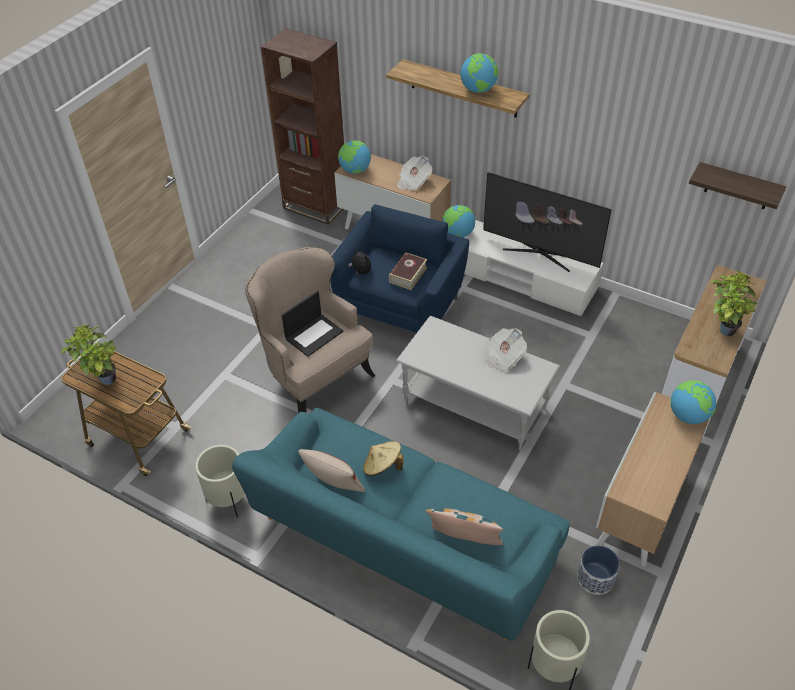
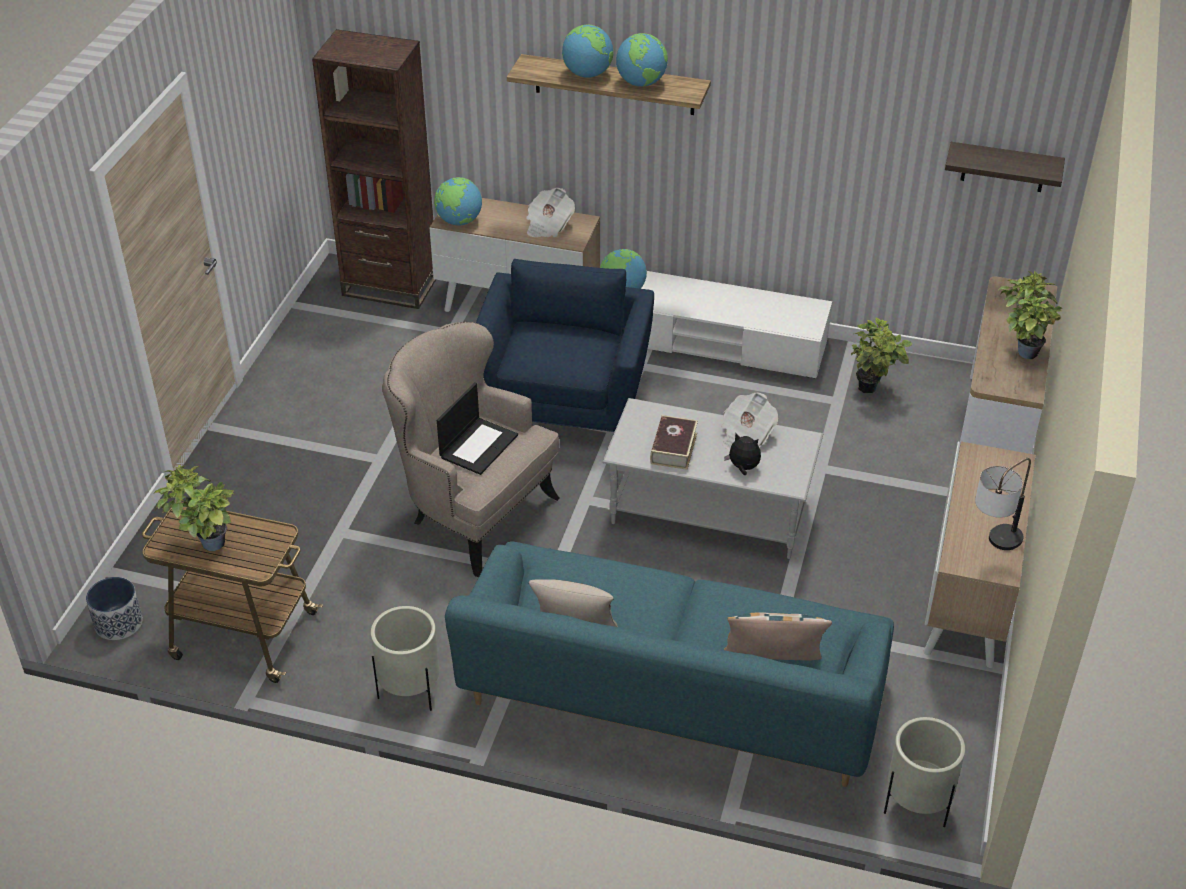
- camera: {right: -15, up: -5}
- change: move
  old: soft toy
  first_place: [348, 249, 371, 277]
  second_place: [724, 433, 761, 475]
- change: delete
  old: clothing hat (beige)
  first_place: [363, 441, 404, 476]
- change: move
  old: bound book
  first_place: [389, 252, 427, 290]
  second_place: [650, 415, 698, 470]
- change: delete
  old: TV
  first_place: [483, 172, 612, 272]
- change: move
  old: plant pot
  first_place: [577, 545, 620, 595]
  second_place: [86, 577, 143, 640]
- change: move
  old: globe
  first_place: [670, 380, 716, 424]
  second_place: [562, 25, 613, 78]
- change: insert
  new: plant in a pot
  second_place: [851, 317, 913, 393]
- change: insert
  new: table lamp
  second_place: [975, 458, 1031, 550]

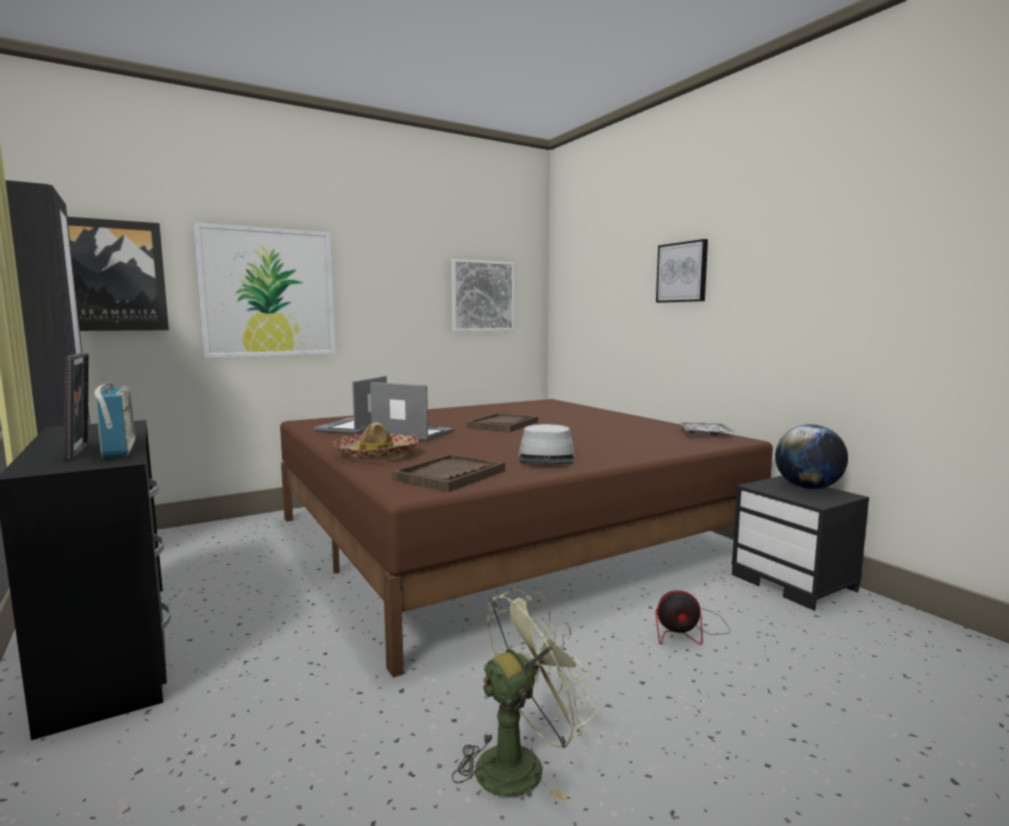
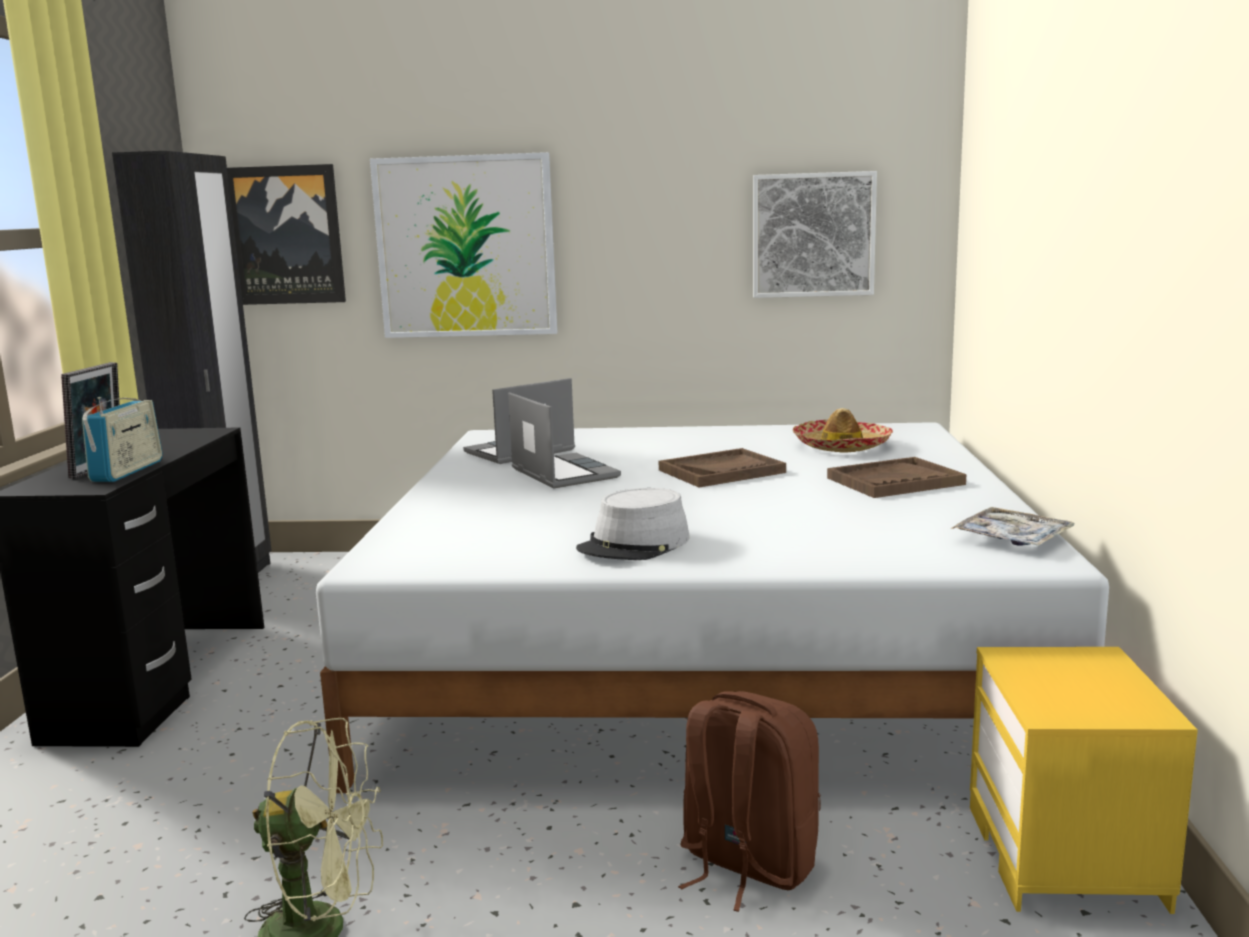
- camera: {right: 35, up: 5}
- change: recolor
  old: bed (brown-coloured)
  new: bed (white)
  first_place: [280, 399, 773, 678]
  second_place: [316, 422, 1109, 793]
- change: move
  old: clothing hat
  first_place: [333, 422, 419, 460]
  second_place: [793, 408, 893, 452]
- change: move
  old: carrying tray (brown-coloured)
  first_place: [392, 454, 505, 492]
  second_place: [827, 457, 966, 498]
- change: replace
  old: fan
  new: rucksack (brown-coloured)
  first_place: [655, 590, 730, 645]
  second_place: [678, 691, 821, 912]
- change: delete
  old: wall art
  first_place: [656, 239, 708, 303]
- change: recolor
  old: nightstand (blackish)
  new: nightstand (yellow)
  first_place: [731, 476, 869, 611]
  second_place: [970, 647, 1198, 914]
- change: delete
  old: globe
  first_place: [775, 424, 848, 490]

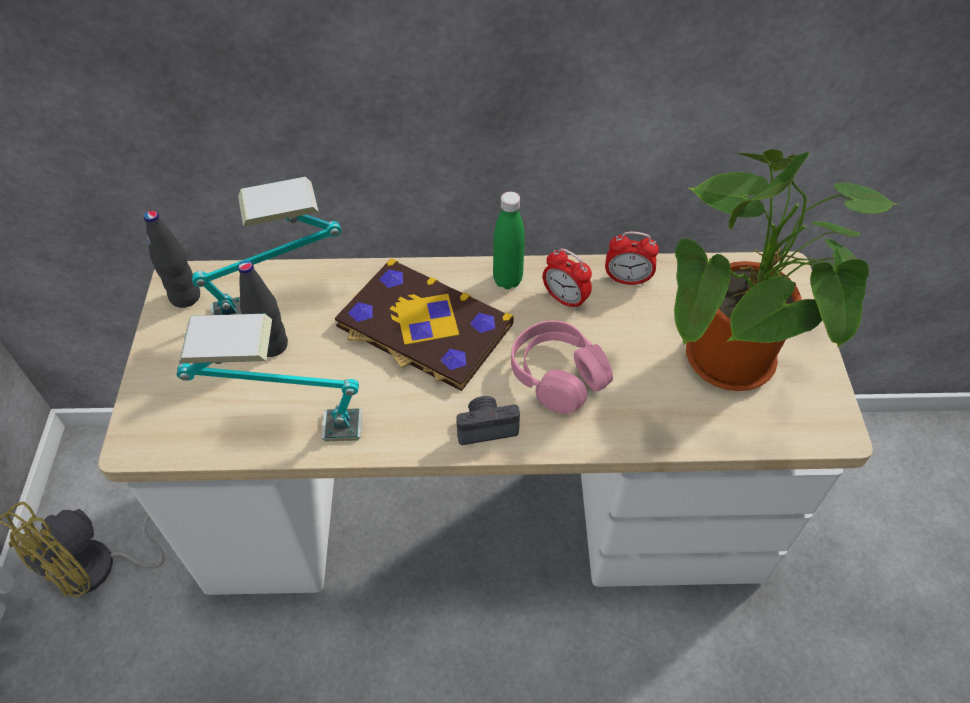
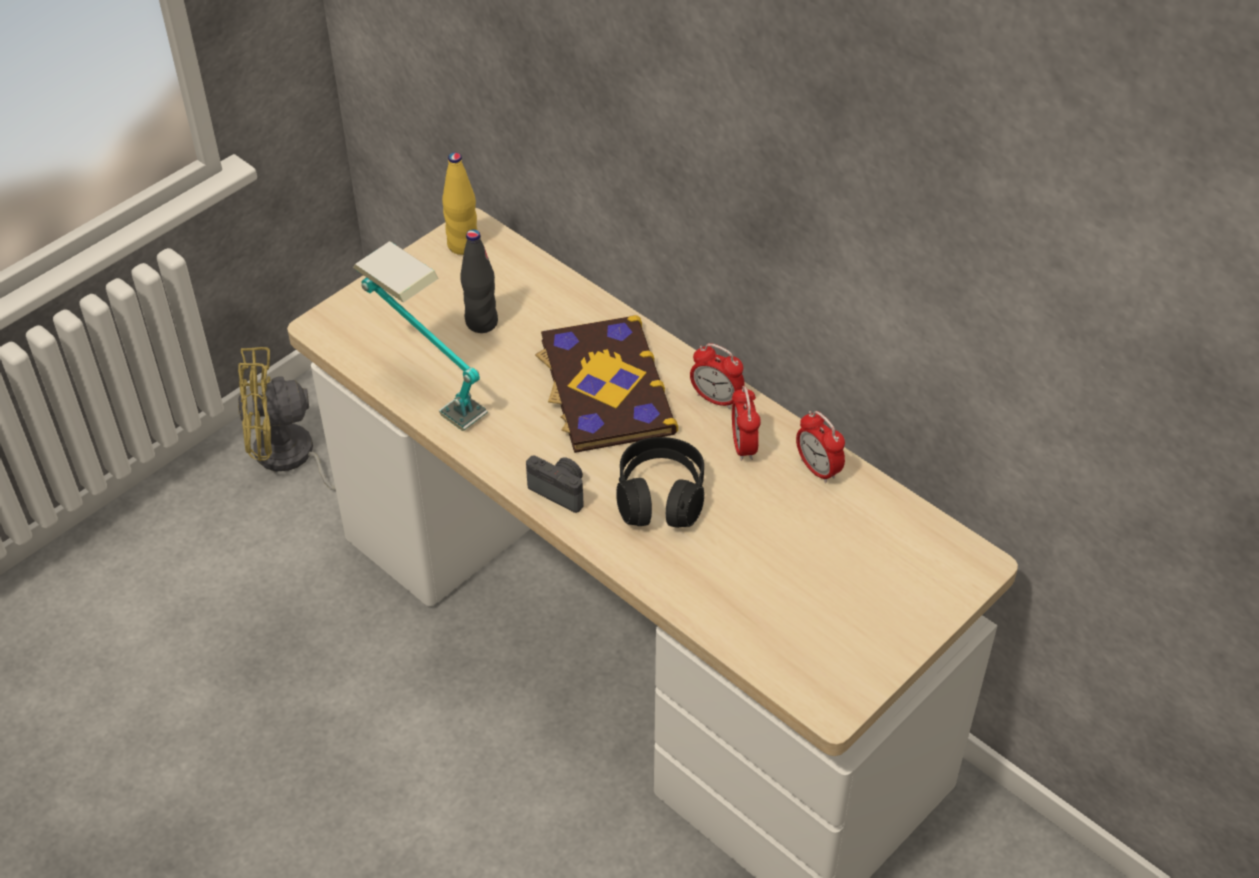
- camera: {right: 45, up: -5}
- change: recolor
  old: drink bottle (blackish)
  new: drink bottle (yellow)
  first_place: [144, 210, 200, 308]
  second_place: [442, 152, 477, 255]
- change: delete
  old: table lamp
  first_place: [192, 177, 341, 315]
- change: replace
  old: drink bottle (green-coloured)
  new: bedside clock
  first_place: [493, 192, 525, 289]
  second_place: [690, 343, 745, 409]
- change: recolor
  old: pair of headphones (pink)
  new: pair of headphones (blackish)
  first_place: [511, 320, 613, 414]
  second_place: [616, 437, 704, 528]
- change: delete
  old: plant in a pot
  first_place: [674, 149, 899, 391]

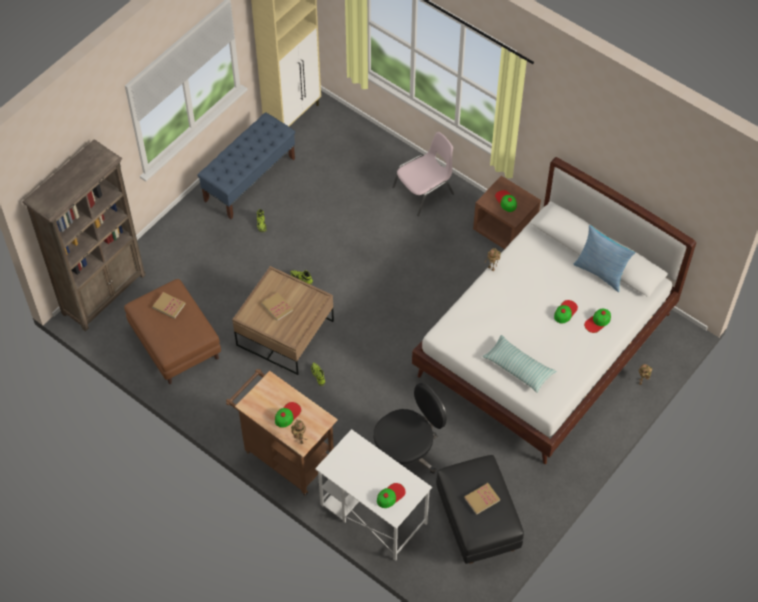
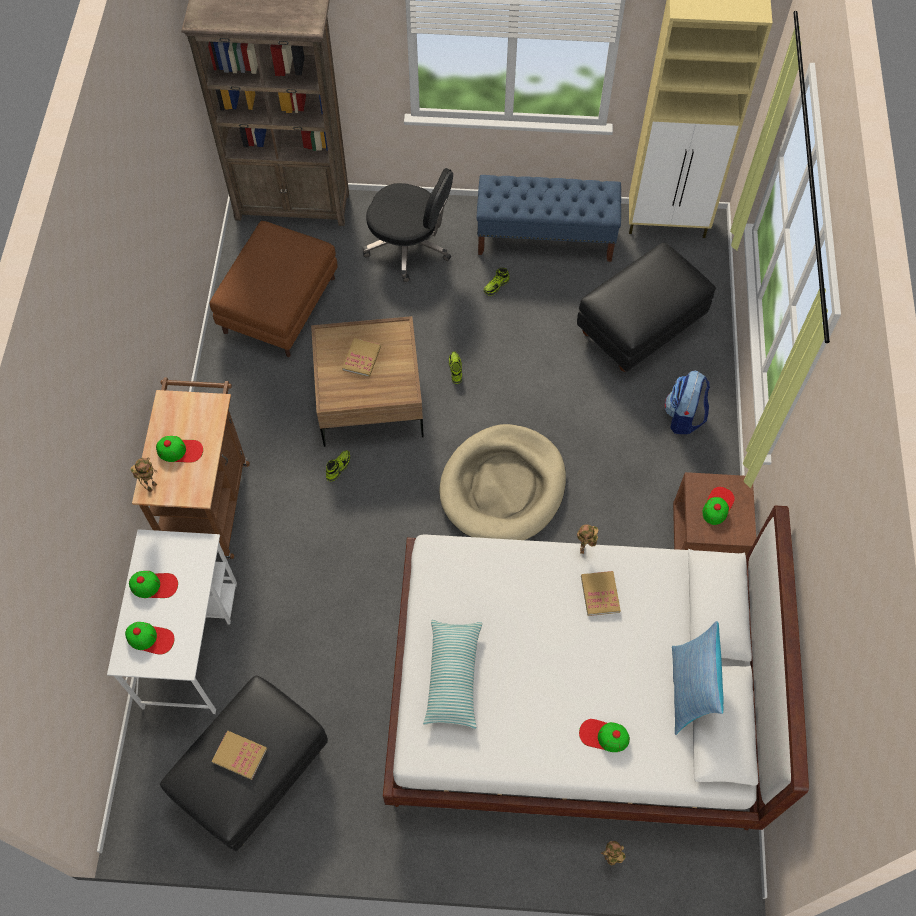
- camera: {right: 55, up: 5}
- change: move
  old: bound book
  first_place: [152, 292, 186, 319]
  second_place: [581, 571, 621, 616]
- change: move
  old: desk chair (blackish)
  first_place: [374, 383, 447, 474]
  second_place: [362, 168, 453, 282]
- change: replace
  old: plain chair (pink)
  new: rucksack
  first_place: [392, 132, 454, 216]
  second_place: [665, 370, 710, 434]
- change: move
  old: baseball cap
  first_place: [554, 300, 578, 323]
  second_place: [129, 571, 178, 598]
- change: insert
  new: pet bed (beige)
  second_place: [439, 424, 566, 540]
- change: insert
  new: footrest (blackish)
  second_place: [577, 243, 716, 372]

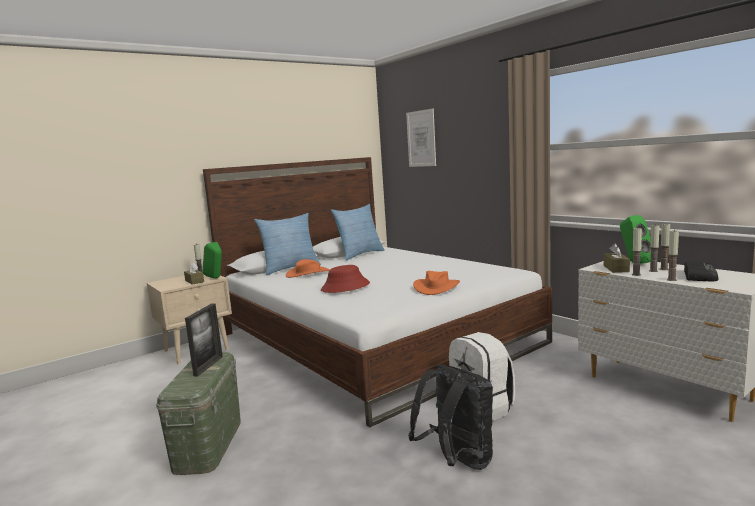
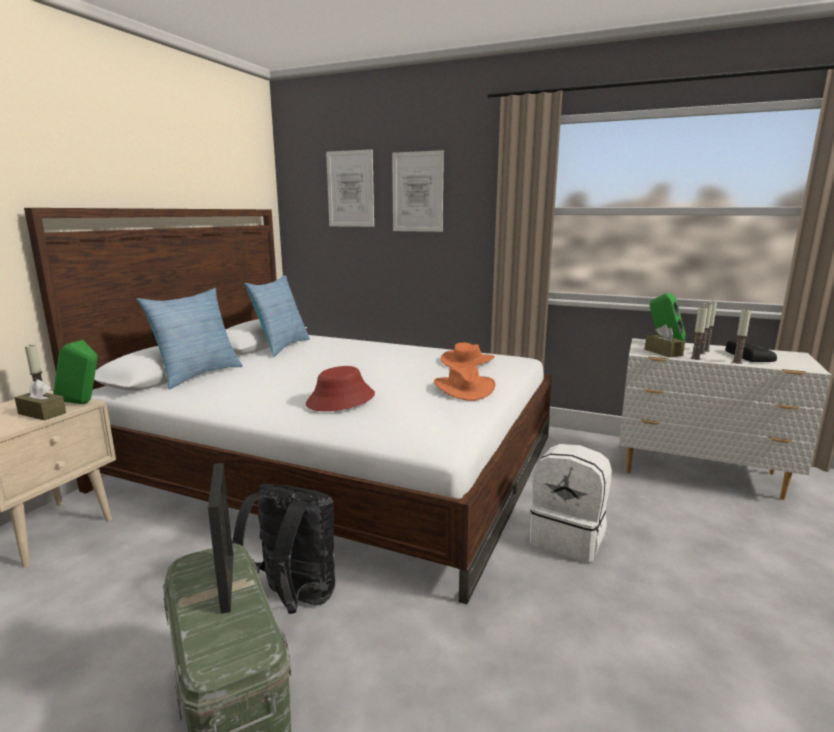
- camera: {right: -30, up: 5}
- change: move
  old: clothing hat (orange-coloured)
  first_place: [286, 259, 330, 278]
  second_place: [441, 343, 495, 368]
- change: move
  old: rucksack (blackish)
  first_place: [408, 364, 493, 470]
  second_place: [232, 484, 335, 614]
- change: insert
  new: wall art
  second_place: [392, 150, 444, 232]

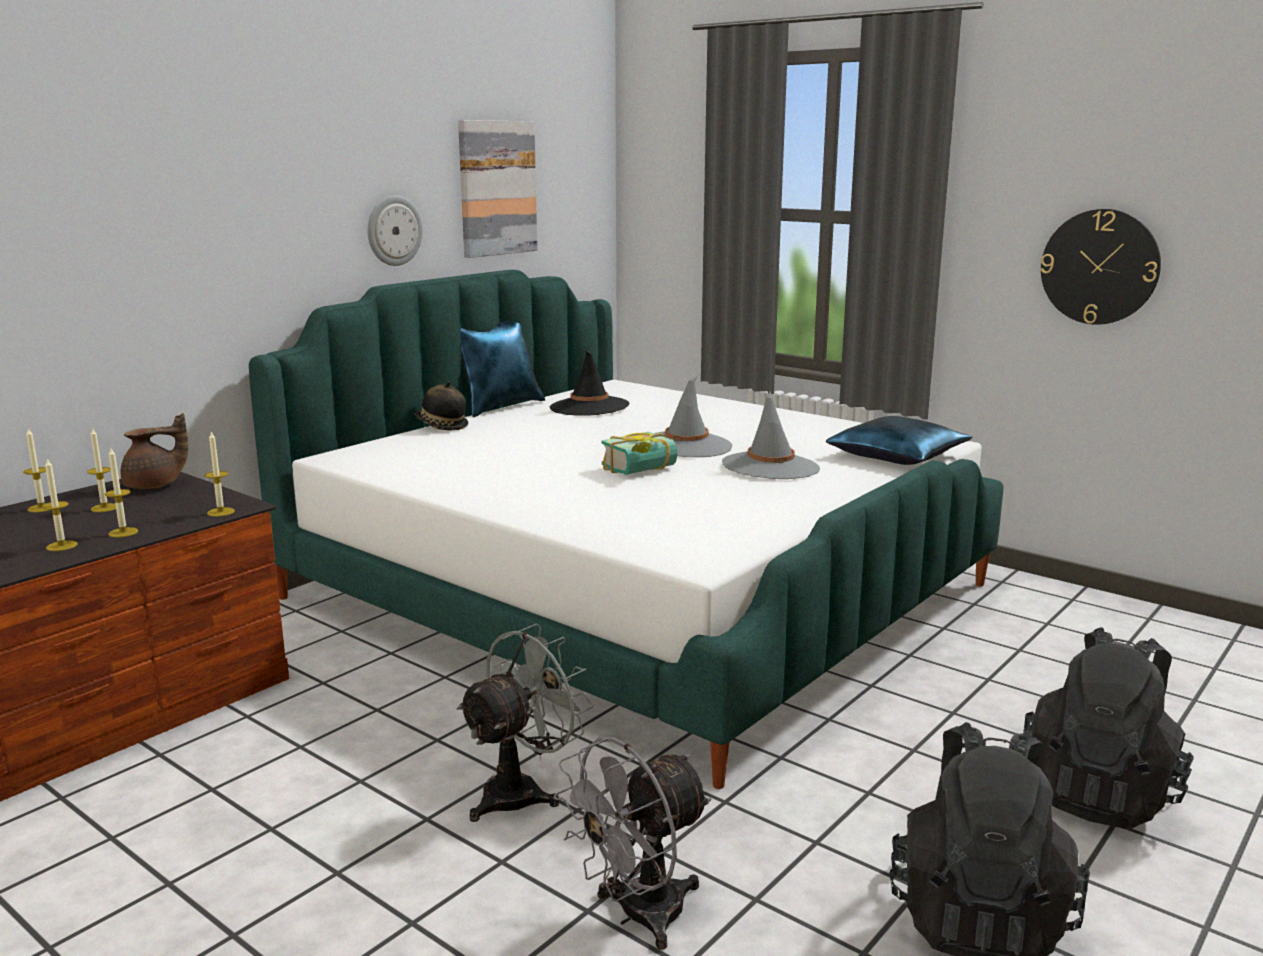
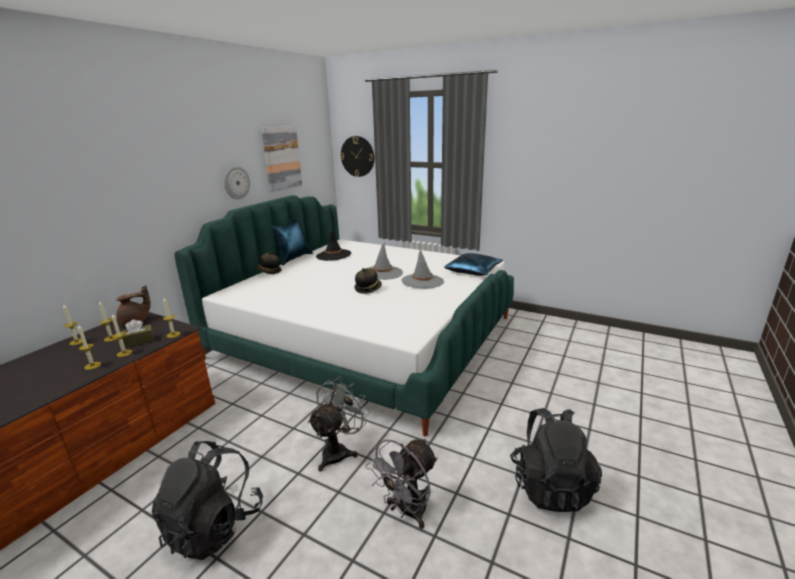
- camera: {right: -10, up: 5}
- change: replace
  old: bound book
  new: clothing hat
  first_place: [601, 432, 677, 475]
  second_place: [354, 268, 382, 294]
- change: move
  old: rucksack (blackish)
  first_place: [1023, 627, 1194, 829]
  second_place: [152, 441, 263, 560]
- change: move
  old: hanging clock
  first_place: [1040, 209, 1161, 325]
  second_place: [340, 136, 374, 177]
- change: insert
  new: box of tissues (brown-coloured)
  second_place: [120, 319, 154, 348]

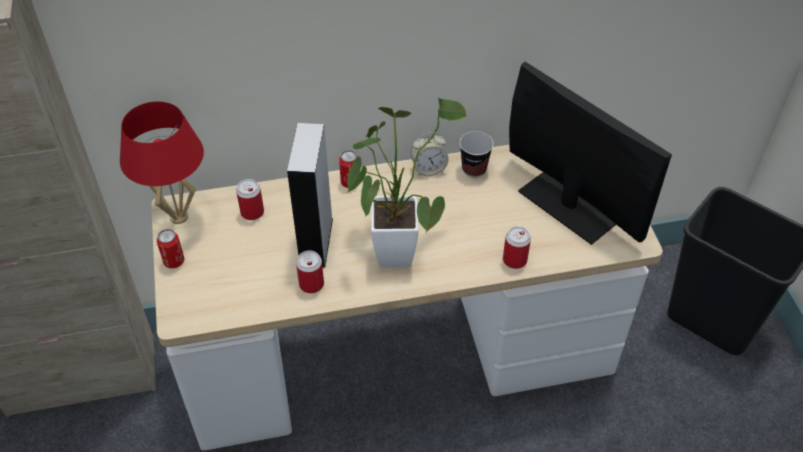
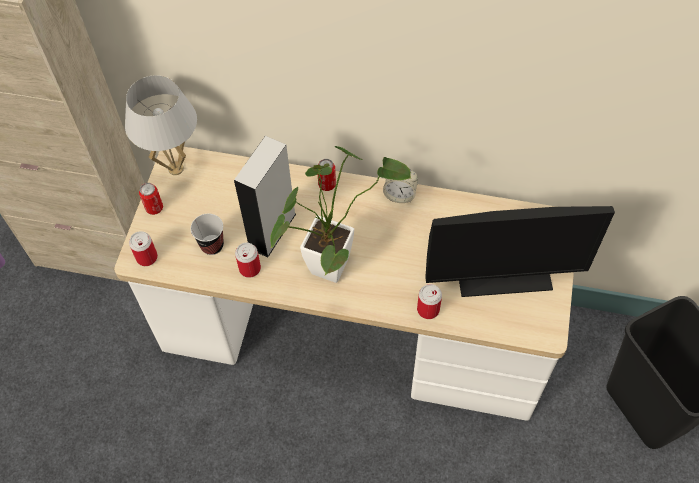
- camera: {right: 25, up: 10}
- change: recolor
  old: table lamp (red-coloured)
  new: table lamp (white)
  first_place: [120, 101, 204, 224]
  second_place: [125, 75, 197, 175]
- change: move
  old: can
  first_place: [236, 179, 264, 220]
  second_place: [129, 231, 158, 266]
- change: move
  old: small cup
  first_place: [460, 131, 494, 178]
  second_place: [190, 214, 224, 255]
- change: rotate
  old: monitor
  first_place: [509, 62, 672, 245]
  second_place: [425, 206, 615, 297]
  degrees: 105

